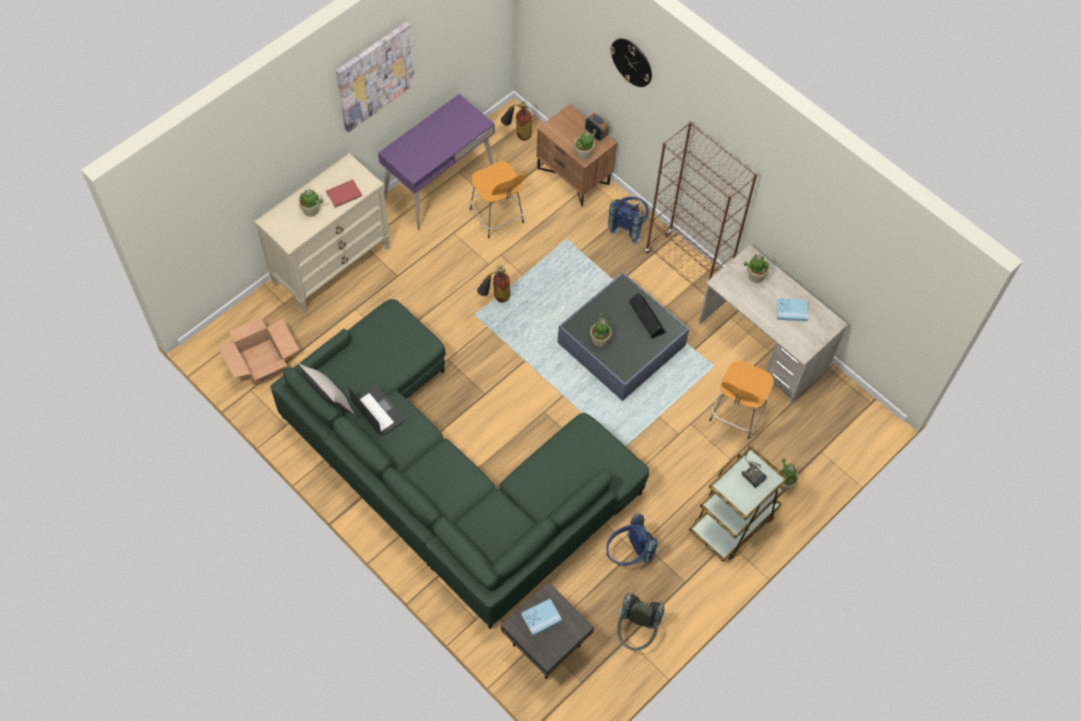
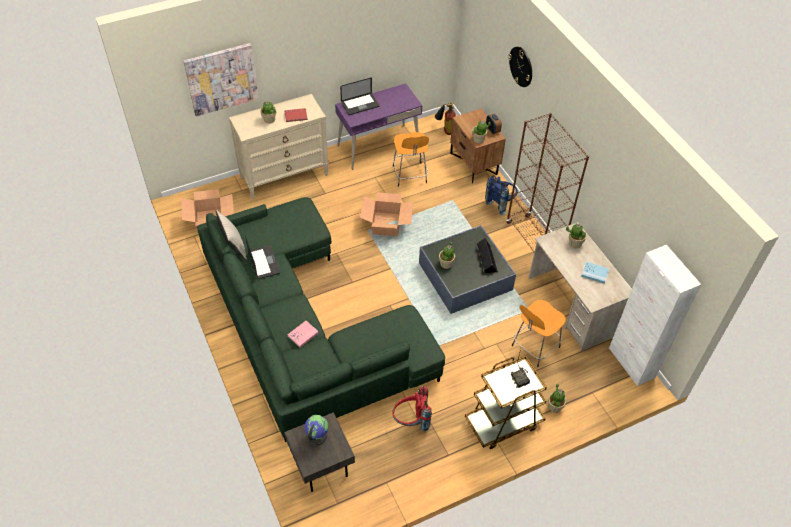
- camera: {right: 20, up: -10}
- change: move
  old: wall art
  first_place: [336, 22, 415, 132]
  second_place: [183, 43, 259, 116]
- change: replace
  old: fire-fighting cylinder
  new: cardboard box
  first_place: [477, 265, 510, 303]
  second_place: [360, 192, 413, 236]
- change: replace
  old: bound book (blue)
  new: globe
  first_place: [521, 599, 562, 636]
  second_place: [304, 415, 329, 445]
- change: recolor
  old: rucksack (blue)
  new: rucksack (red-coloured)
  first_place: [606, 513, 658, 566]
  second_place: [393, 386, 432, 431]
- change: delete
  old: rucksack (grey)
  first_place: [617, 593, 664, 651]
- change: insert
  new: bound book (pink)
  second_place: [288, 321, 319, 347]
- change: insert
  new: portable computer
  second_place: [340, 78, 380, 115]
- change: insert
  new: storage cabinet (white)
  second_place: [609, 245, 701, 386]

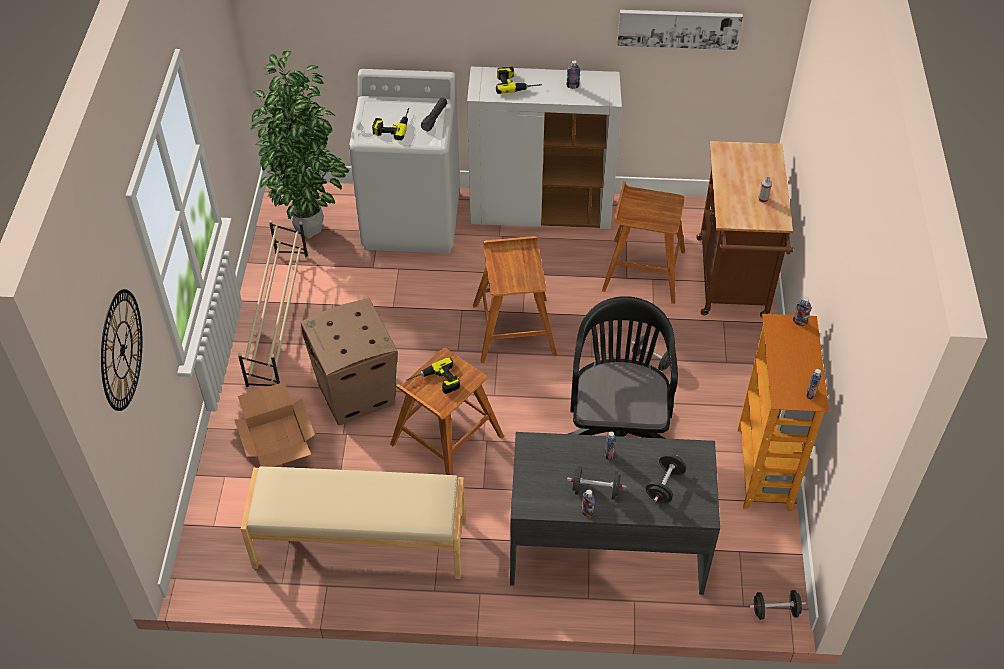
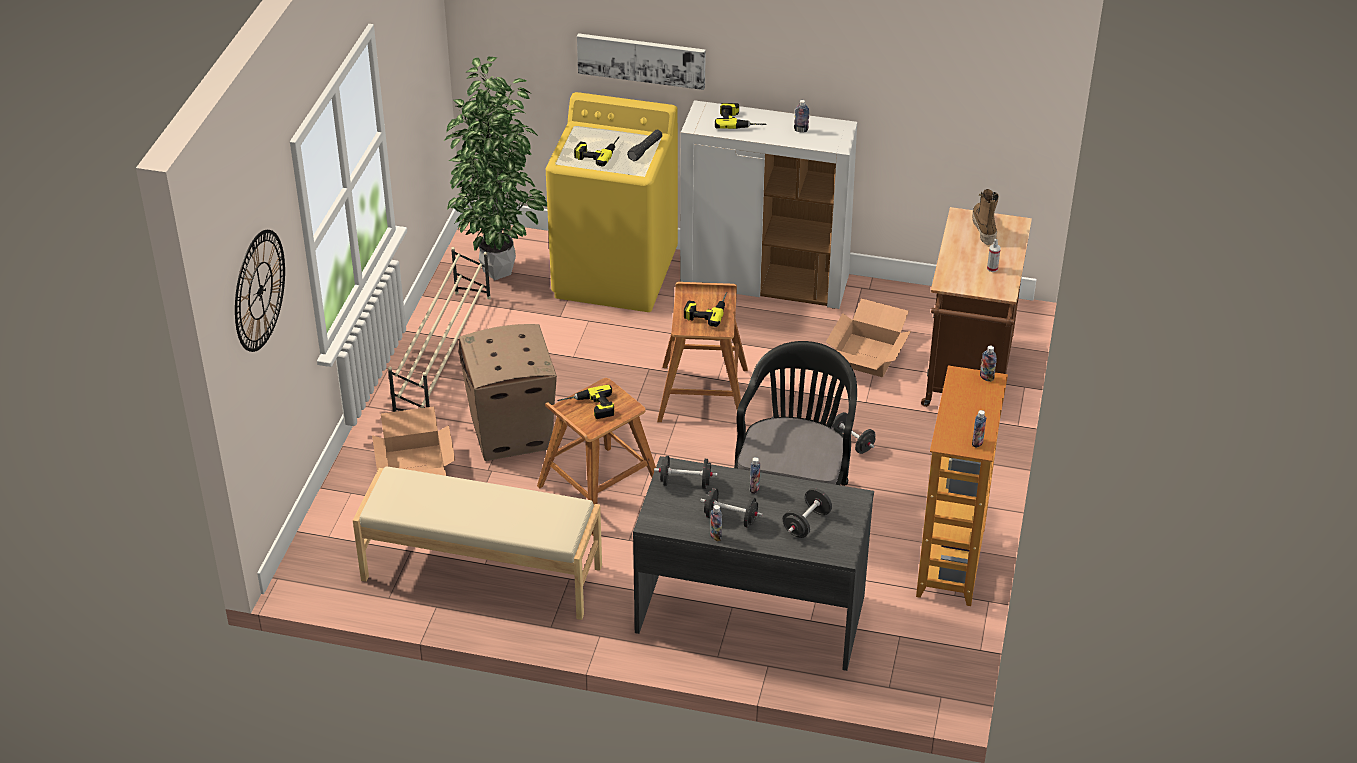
- camera: {right: 10, up: -10}
- change: recolor
  old: laundry appliance (white)
  new: laundry appliance (yellow)
  first_place: [349, 69, 460, 253]
  second_place: [546, 92, 678, 312]
- change: replace
  old: sitting stool (brown-coloured)
  new: cardboard box
  first_place: [602, 181, 685, 304]
  second_place: [826, 298, 911, 377]
- change: move
  old: wall art
  first_place: [617, 10, 743, 50]
  second_place: [577, 33, 706, 90]
- change: move
  old: free weight (blackish)
  first_place: [749, 590, 806, 620]
  second_place: [654, 456, 718, 489]
- change: insert
  new: drill
  second_place: [684, 292, 727, 327]
- change: insert
  new: high-top boot
  second_place: [972, 189, 999, 245]

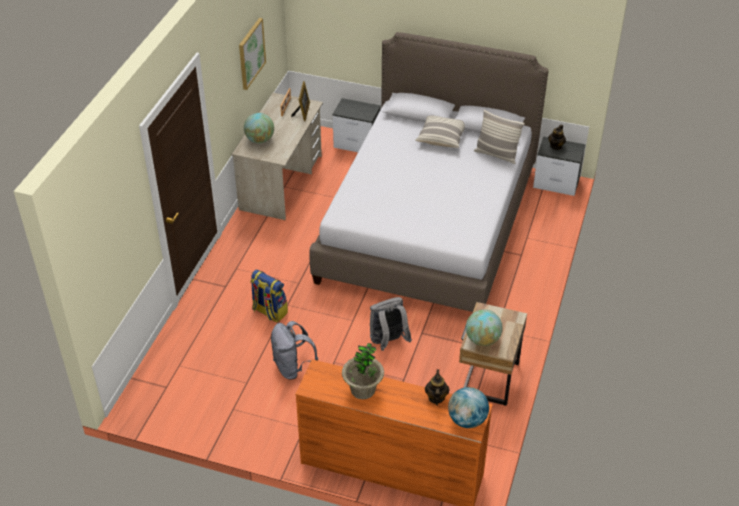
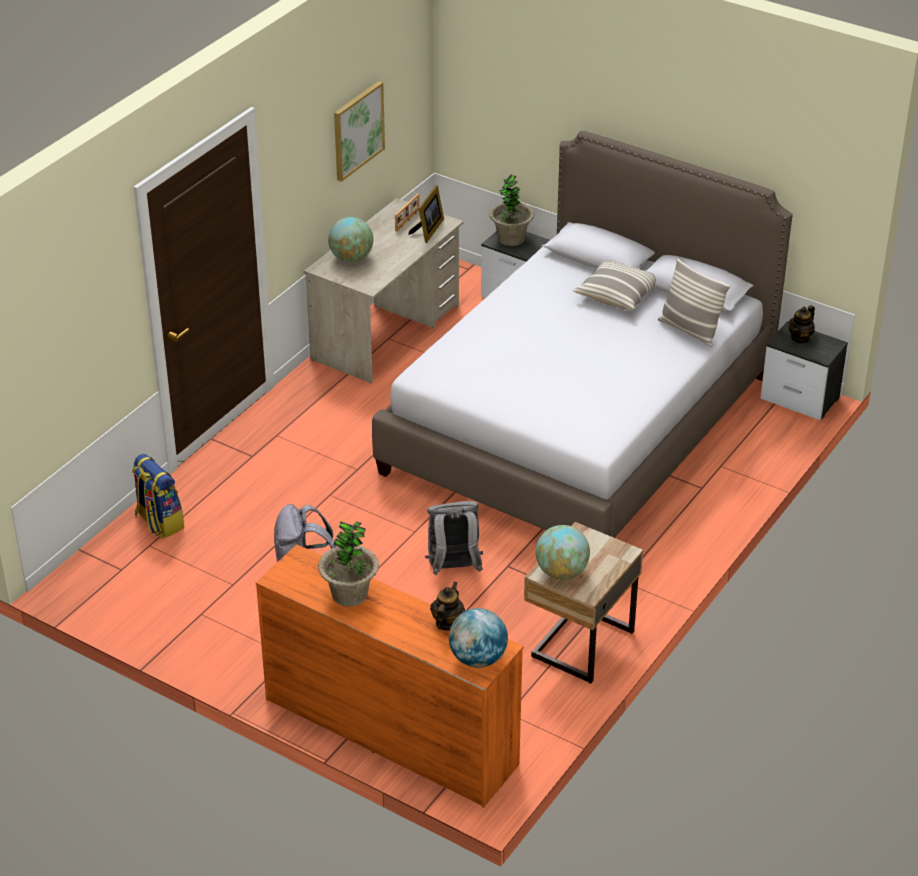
- camera: {right: 15, up: -5}
- change: move
  old: rucksack
  first_place: [250, 269, 288, 322]
  second_place: [132, 454, 184, 539]
- change: insert
  new: plant in a pot
  second_place: [489, 174, 535, 246]

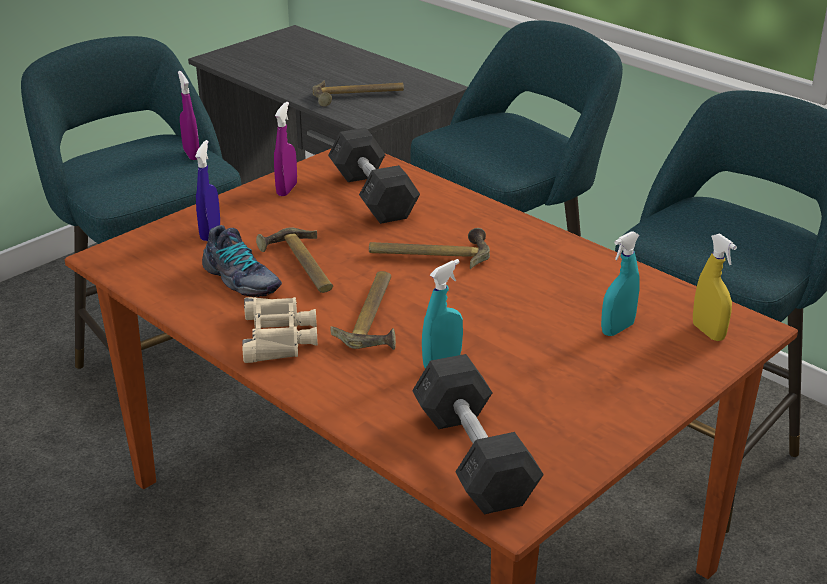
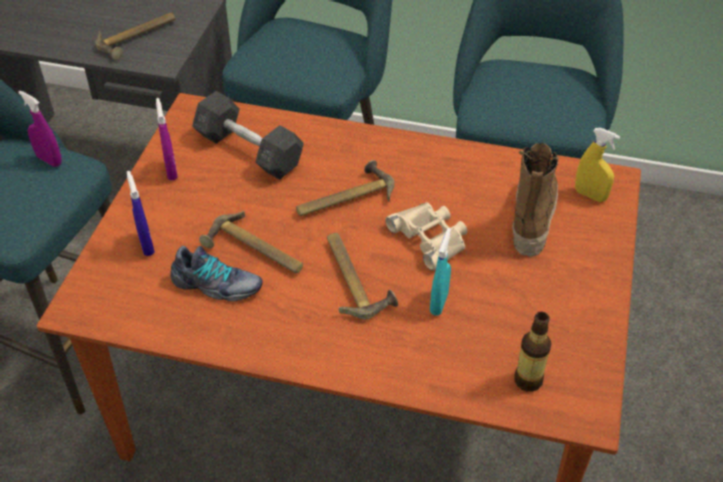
- camera: {right: -30, up: 15}
- change: move
  old: binoculars (beige)
  first_place: [242, 297, 318, 363]
  second_place: [385, 202, 467, 270]
- change: replace
  old: free weight (grey)
  new: drink bottle
  first_place: [412, 354, 544, 514]
  second_place: [514, 312, 552, 392]
- change: replace
  old: spray bottle (turquoise)
  new: high-top boot
  first_place: [601, 231, 640, 336]
  second_place: [512, 143, 559, 257]

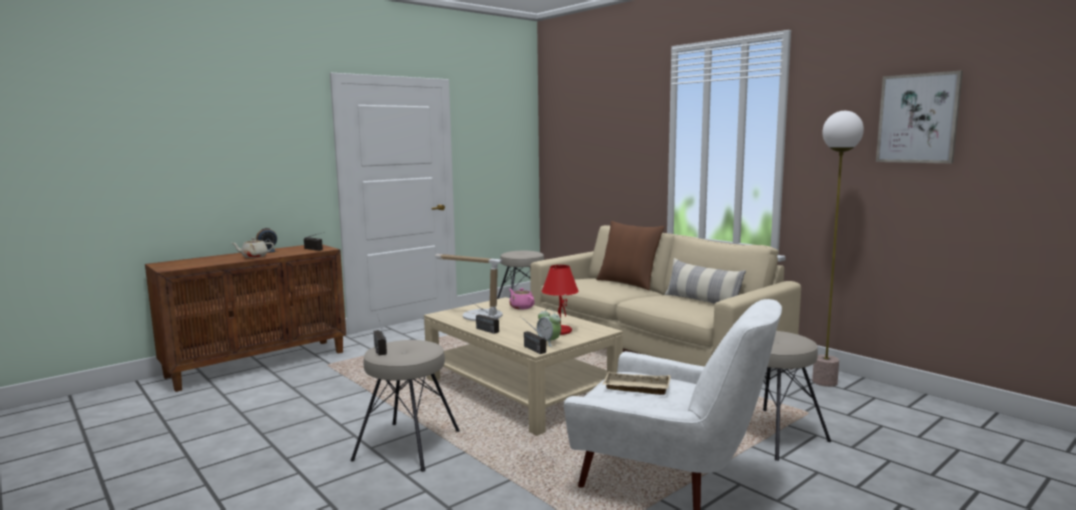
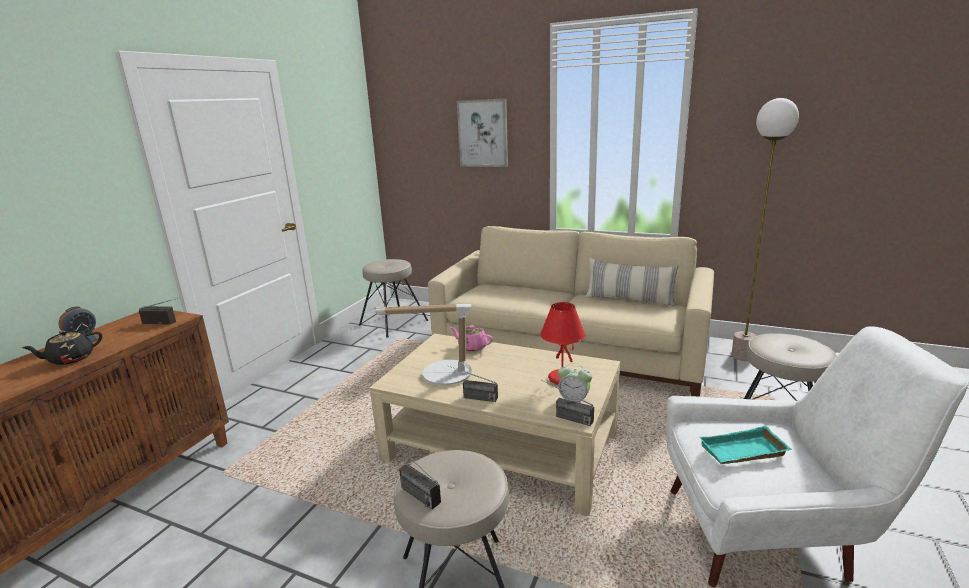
- camera: {right: -25, up: 10}
- change: recolor
  old: tea pot (beige)
  new: tea pot (blackish)
  first_place: [232, 238, 274, 258]
  second_place: [22, 330, 102, 365]
- change: delete
  old: cushion (brown-coloured)
  first_place: [596, 221, 664, 290]
- change: recolor
  old: carrying tray (beige)
  new: carrying tray (turquoise)
  first_place: [603, 372, 671, 395]
  second_place: [699, 426, 792, 464]
- change: move
  old: wall art
  first_place: [876, 71, 963, 164]
  second_place: [457, 99, 508, 167]

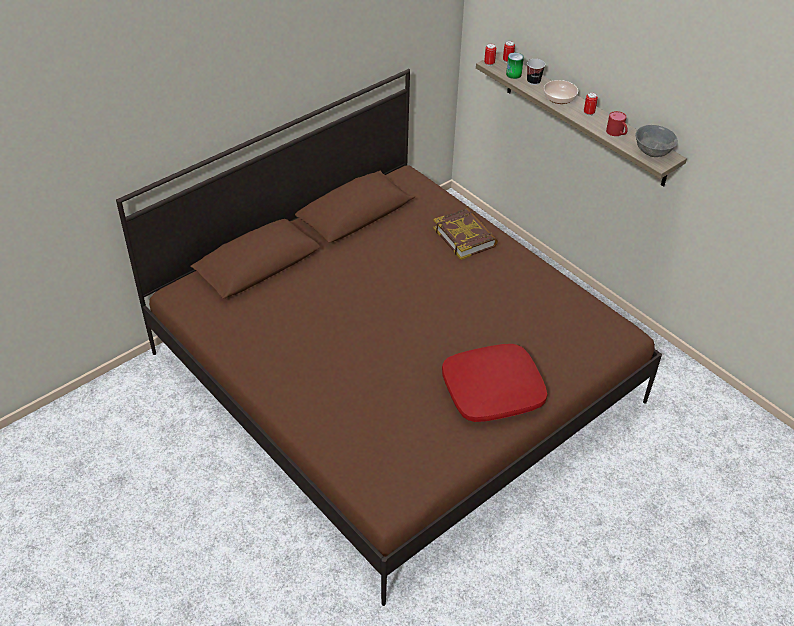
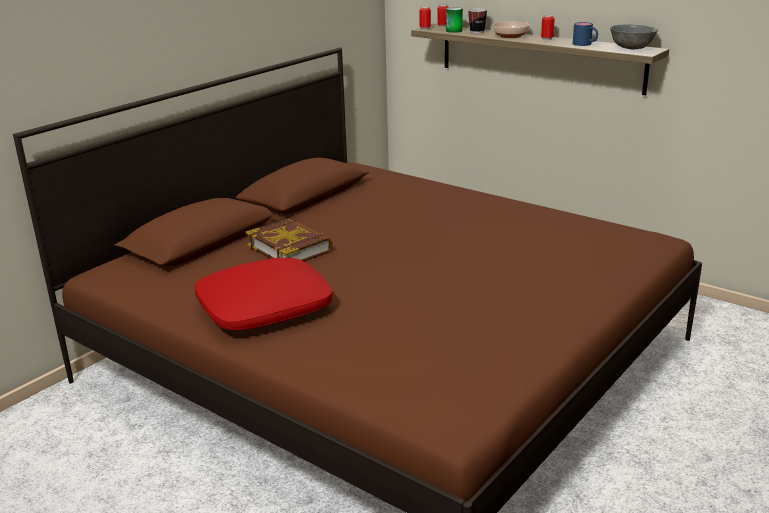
- camera: {right: -10, up: -20}
- change: move
  old: bound book
  first_place: [433, 208, 498, 260]
  second_place: [246, 218, 333, 261]
- change: move
  old: cushion (red-coloured)
  first_place: [442, 344, 547, 422]
  second_place: [195, 258, 333, 330]
- change: recolor
  old: coffee mug (red-coloured)
  new: coffee mug (blue)
  first_place: [606, 111, 628, 136]
  second_place: [573, 22, 598, 46]

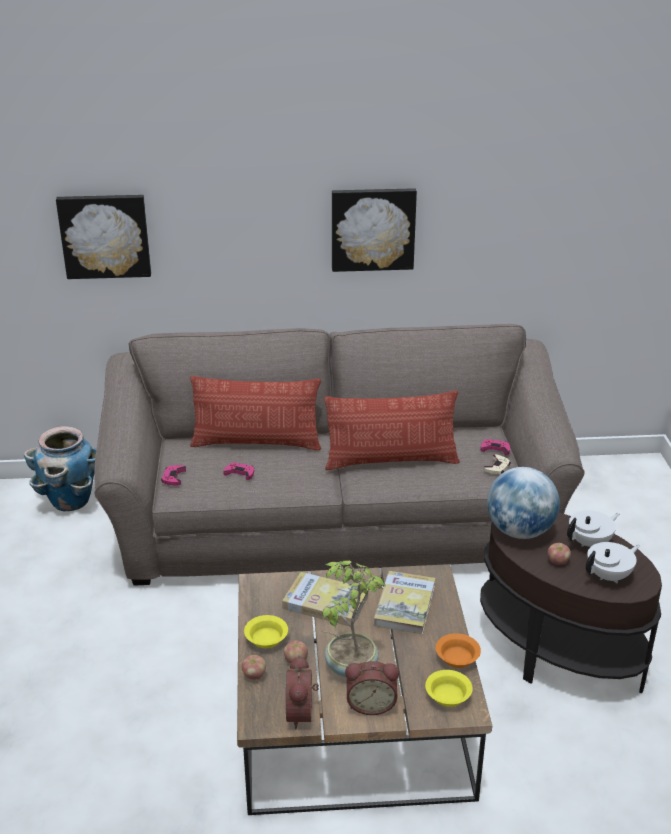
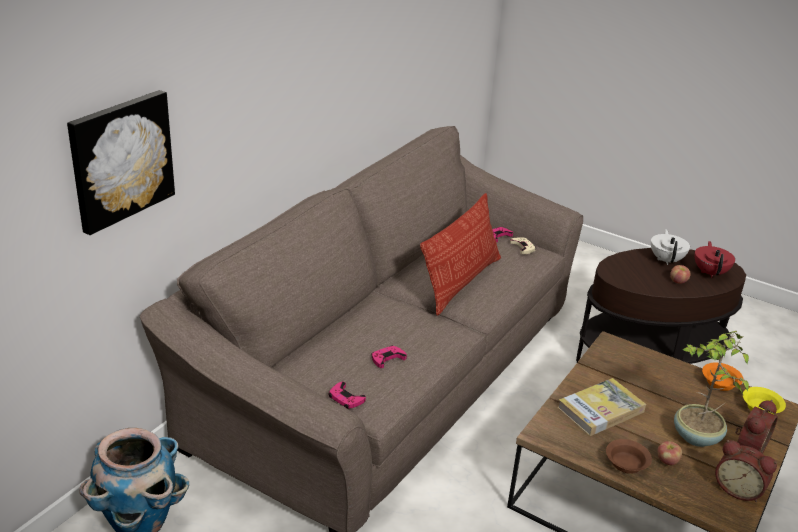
- camera: {right: -55, up: 0}
- change: delete
  old: cushion
  first_place: [190, 376, 321, 450]
- change: delete
  old: apple fruit
  first_place: [242, 655, 266, 680]
- change: recolor
  old: deep dish (yellow)
  new: deep dish (brown-coloured)
  first_place: [244, 615, 288, 648]
  second_place: [606, 439, 652, 474]
- change: delete
  old: wall art
  first_place: [332, 188, 417, 272]
- change: delete
  old: bound book
  first_place: [374, 571, 435, 634]
- change: delete
  old: globe
  first_place: [487, 467, 560, 539]
- change: recolor
  old: tea pot (white)
  new: tea pot (red-coloured)
  first_place: [586, 542, 640, 584]
  second_place: [695, 241, 735, 278]

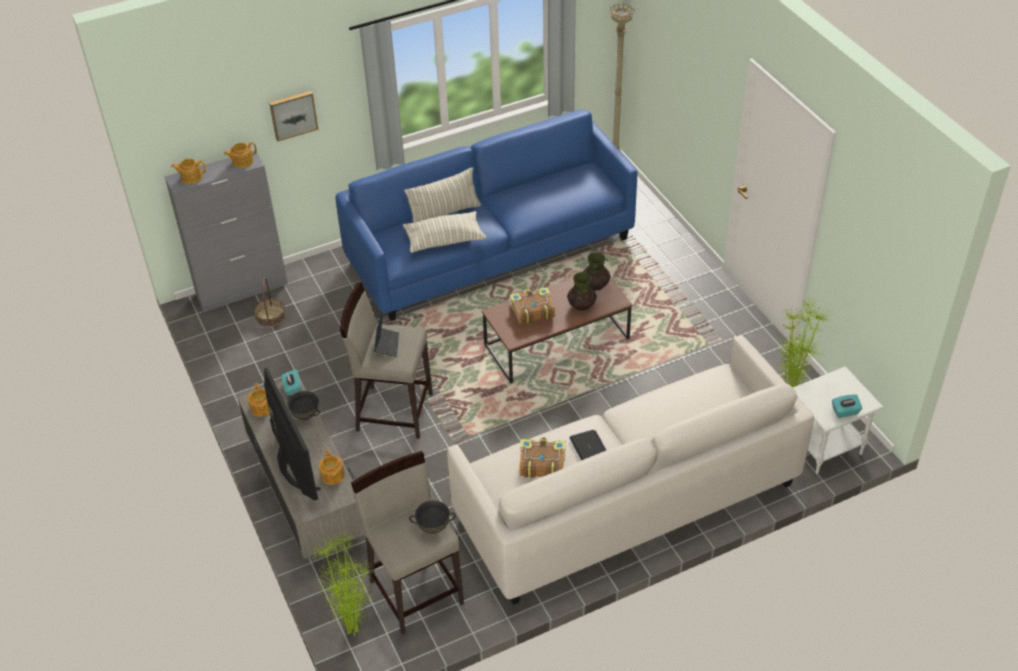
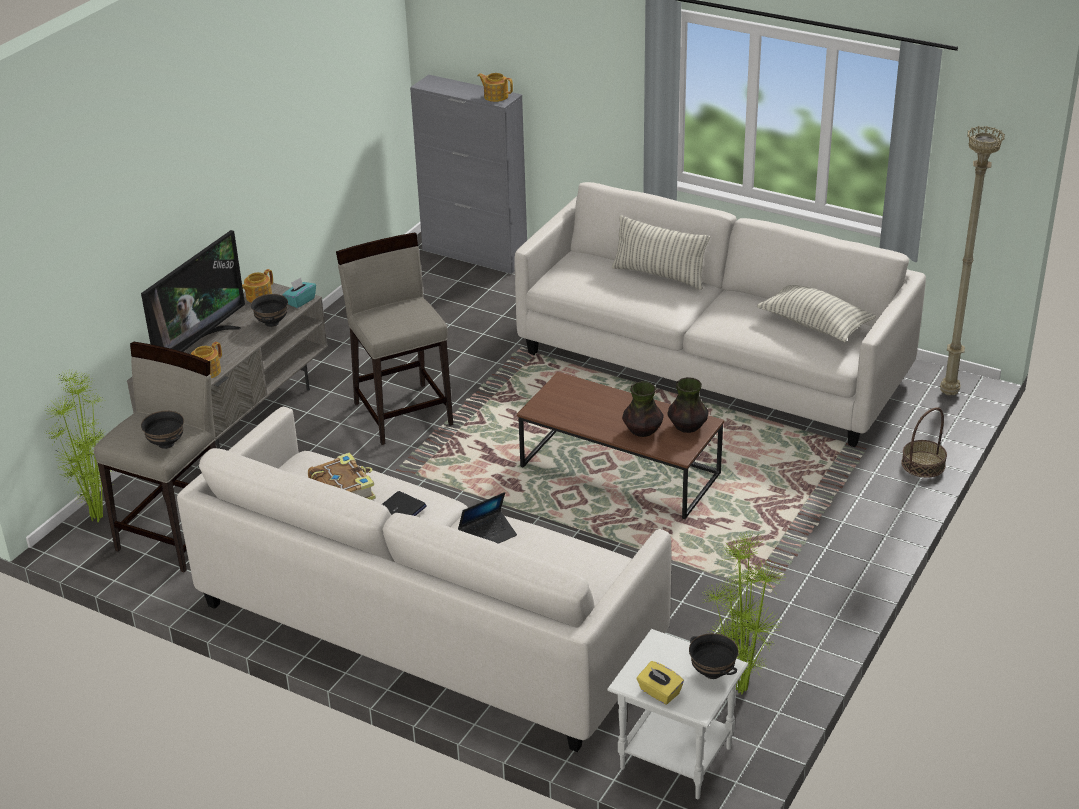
- camera: {right: 55, up: -10}
- change: delete
  old: tea pot
  first_place: [171, 159, 206, 184]
- change: move
  old: household basket
  first_place: [254, 277, 286, 327]
  second_place: [901, 407, 947, 478]
- change: delete
  old: wall art
  first_place: [269, 91, 318, 141]
- change: recolor
  old: couch (blue)
  new: couch (white)
  first_place: [336, 110, 637, 321]
  second_place: [515, 182, 926, 447]
- change: move
  old: portable computer
  first_place: [374, 313, 399, 357]
  second_place: [458, 492, 517, 544]
- change: move
  old: cushion
  first_place: [403, 211, 487, 253]
  second_place: [757, 285, 876, 342]
- change: delete
  old: bound book
  first_place: [510, 287, 555, 325]
- change: recolor
  old: box of tissues (turquoise)
  new: box of tissues (yellow)
  first_place: [832, 394, 862, 418]
  second_place: [637, 661, 684, 705]
- change: insert
  new: deep dish (blackish)
  second_place: [689, 633, 739, 679]

